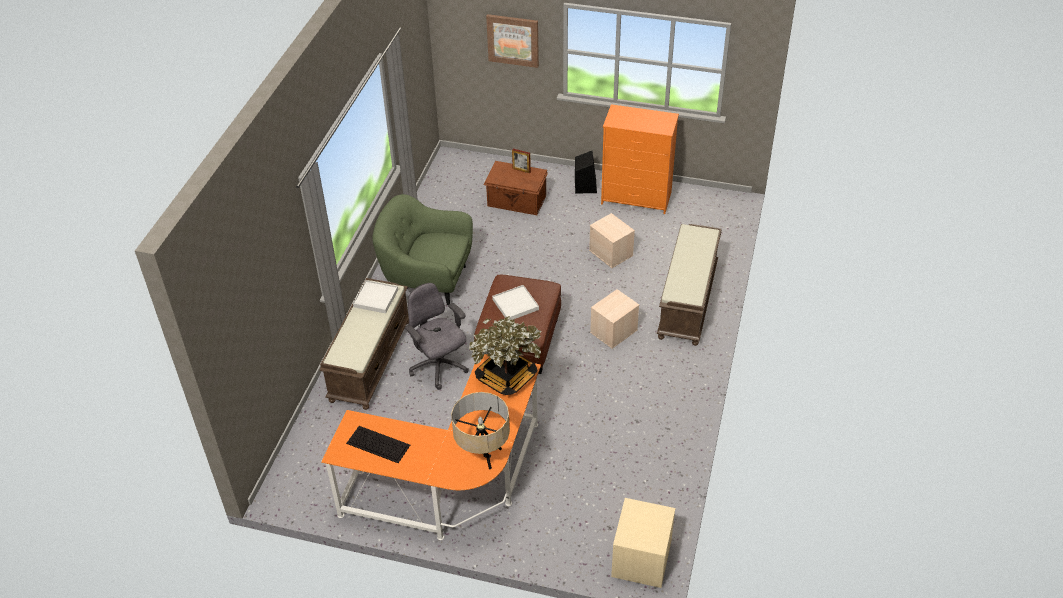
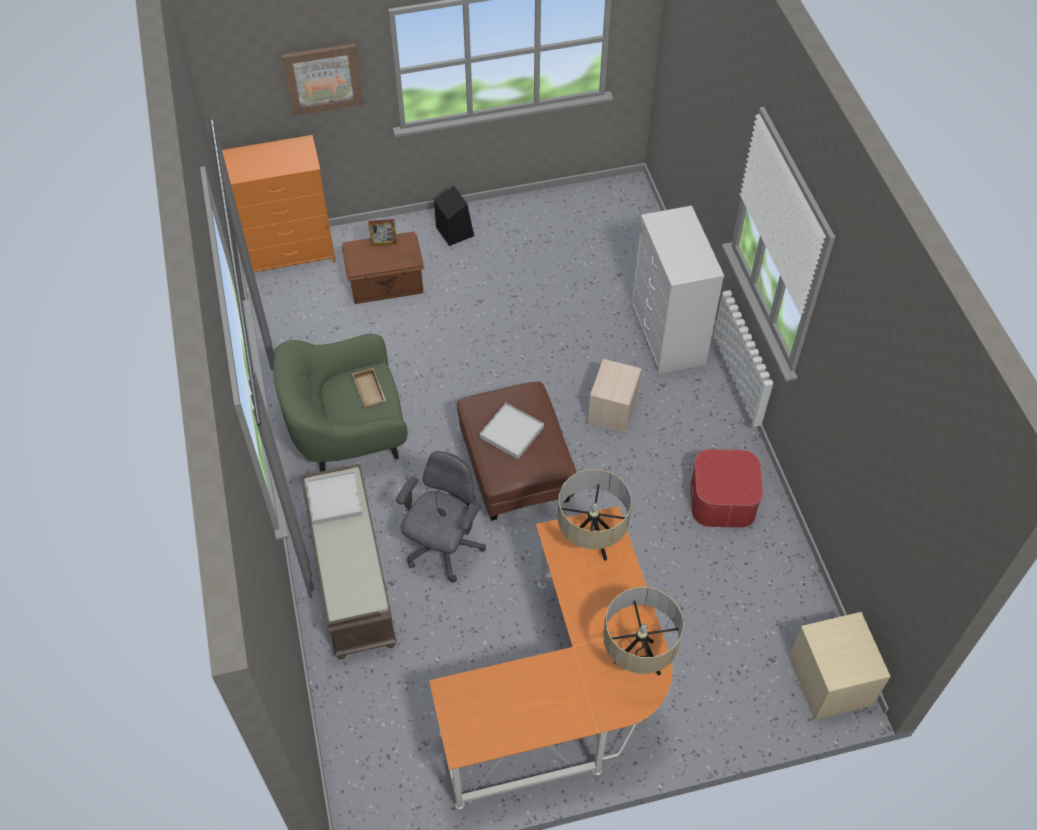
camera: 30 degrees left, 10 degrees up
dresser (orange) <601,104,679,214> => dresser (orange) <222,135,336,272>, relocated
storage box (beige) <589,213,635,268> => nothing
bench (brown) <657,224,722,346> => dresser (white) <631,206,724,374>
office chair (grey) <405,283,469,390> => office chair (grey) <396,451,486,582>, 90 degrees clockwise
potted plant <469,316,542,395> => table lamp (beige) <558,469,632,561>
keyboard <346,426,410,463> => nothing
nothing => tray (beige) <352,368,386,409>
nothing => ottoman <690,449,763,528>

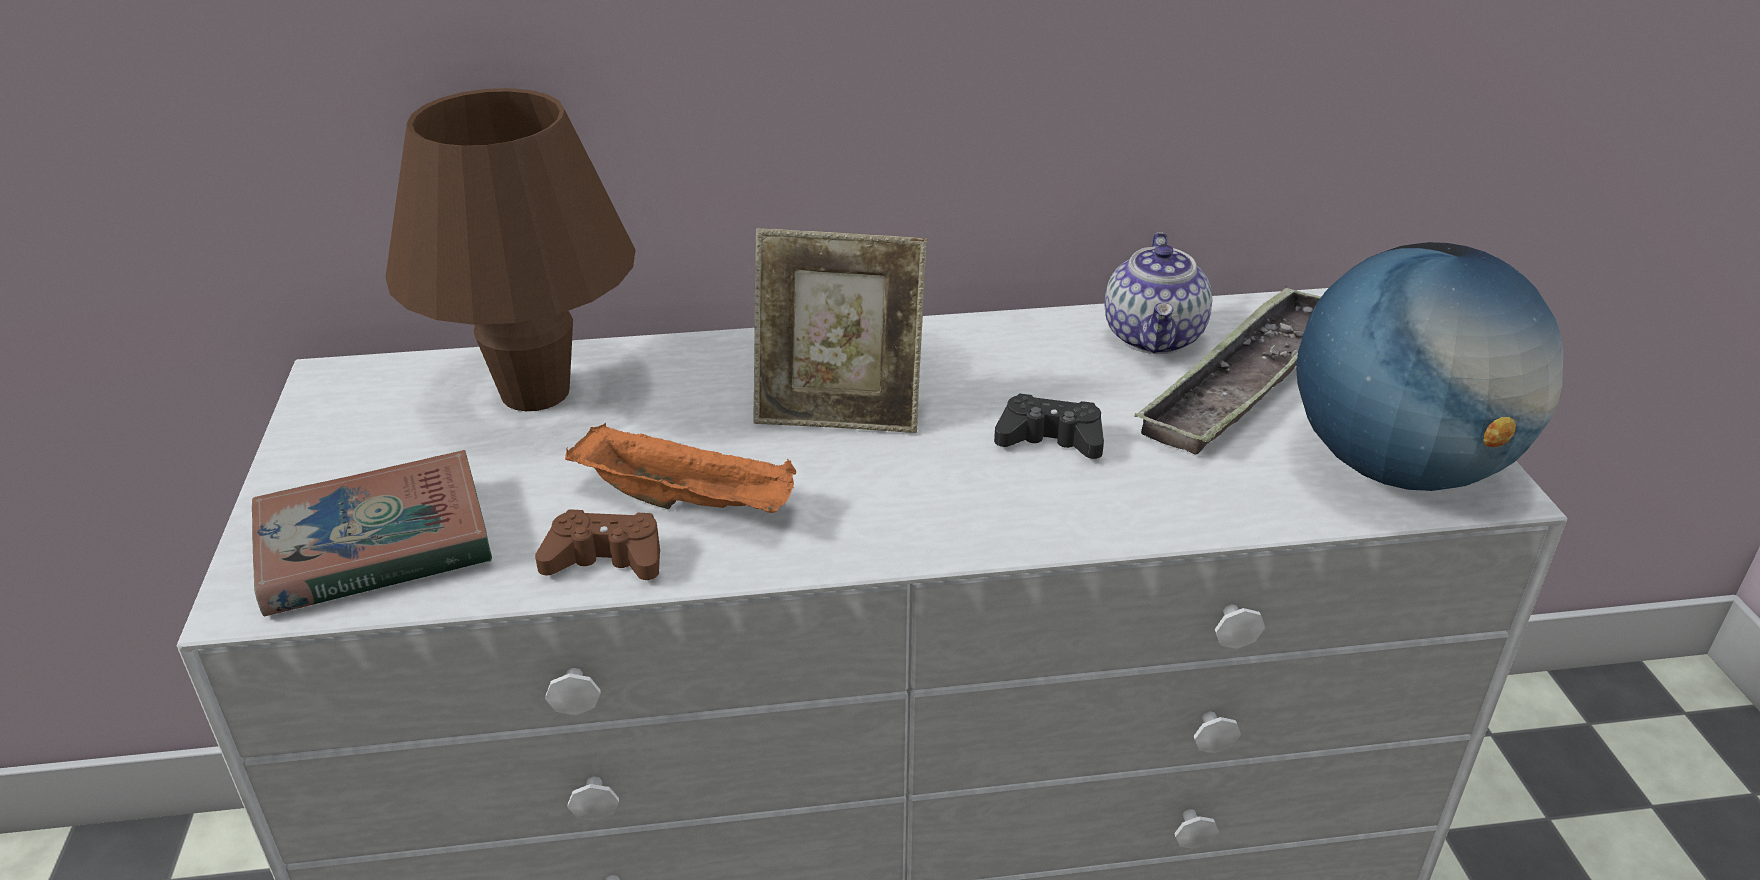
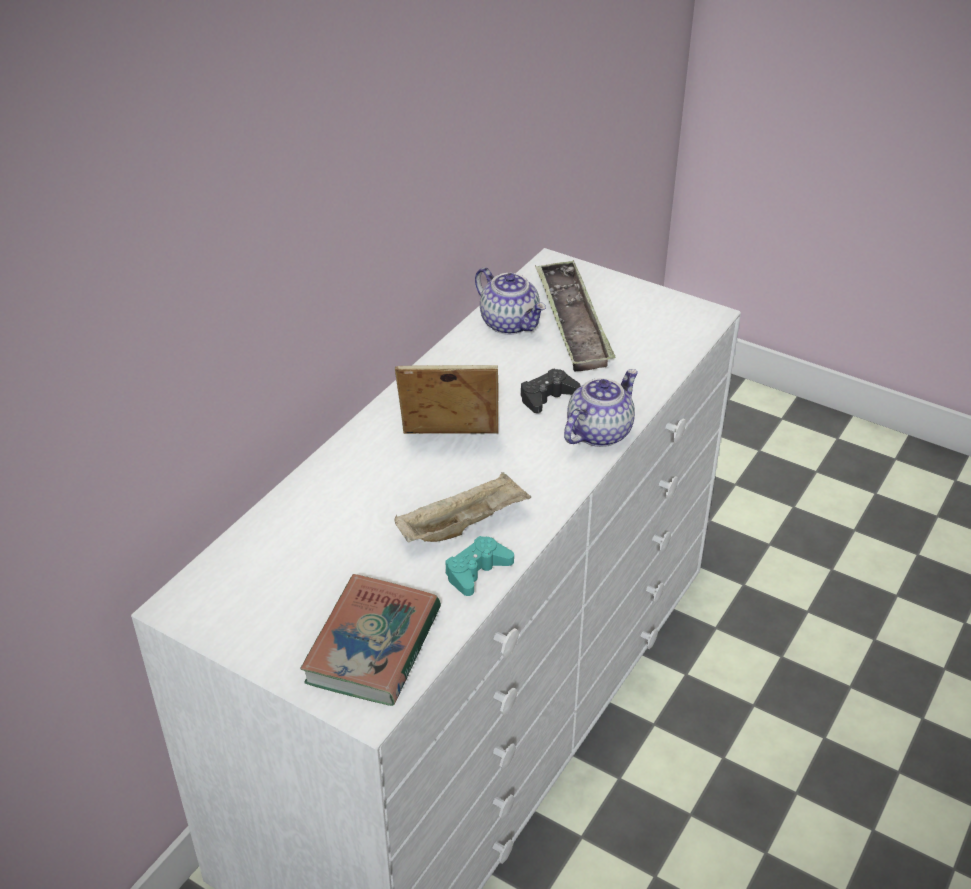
camera: 50 degrees left, 5 degrees up
table lamp (brown) <386,88,636,411> => nothing
picture frame <754,228,927,433> => picture frame <395,365,499,434>, 135 degrees counterclockwise
globe <1296,242,1563,491> => nothing
tray (orange) <565,423,796,513> => tray (beige) <394,472,531,542>
game controller (brown) <535,509,660,580> => game controller (turquoise) <445,536,514,596>
nothing => teapot <564,369,638,447>

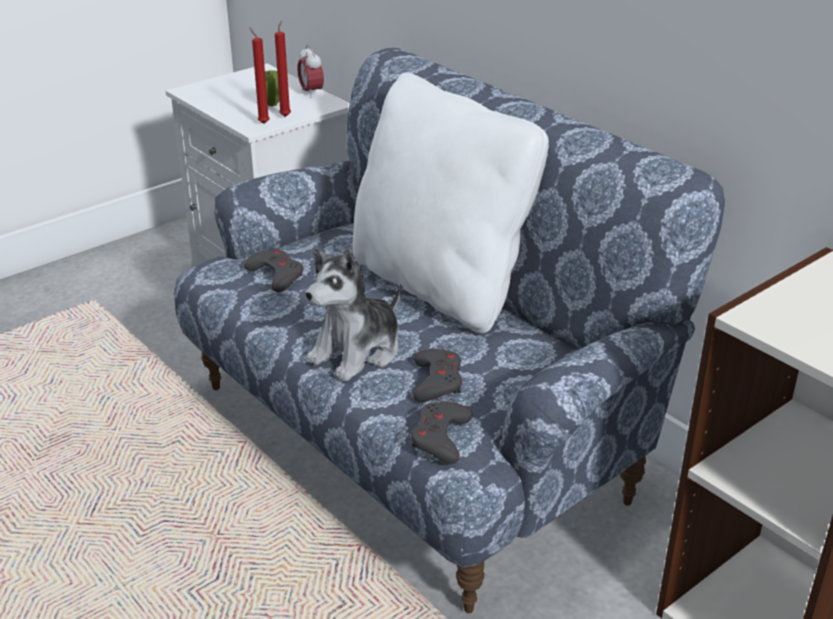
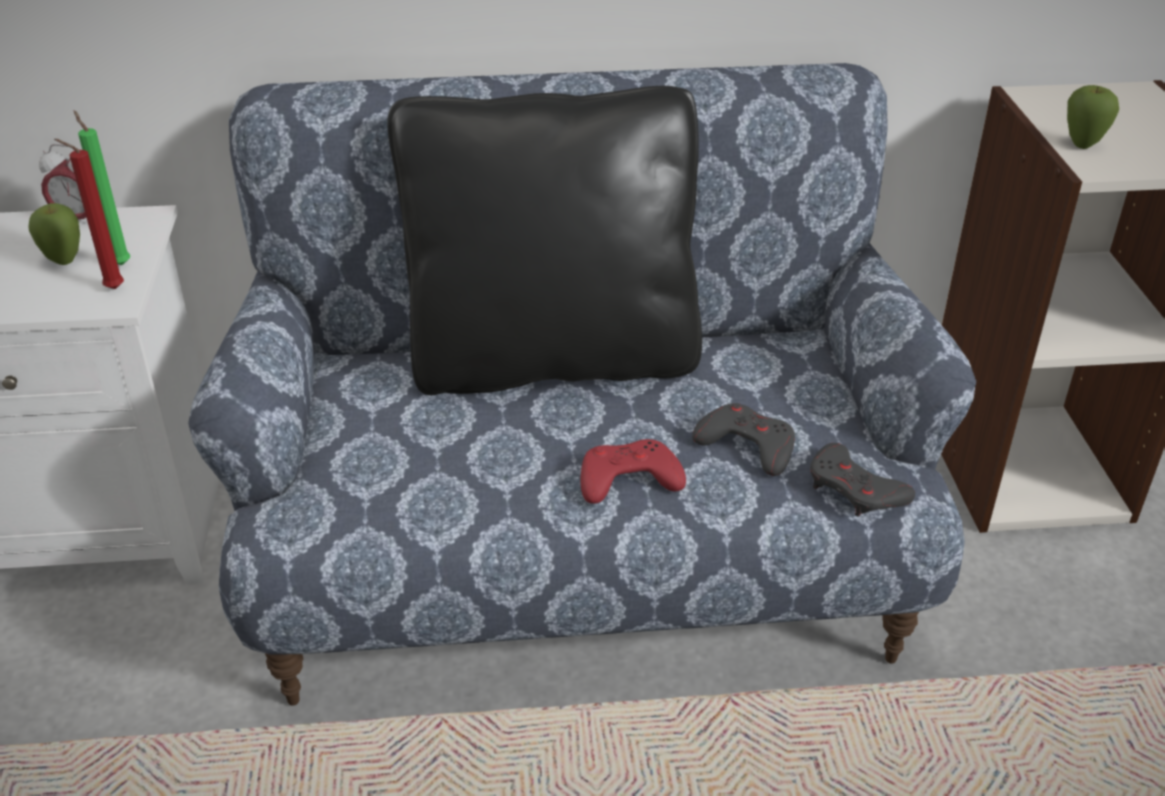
camera: 55 degrees left, 5 degrees up
candle (red) <275,20,291,117> => candle (green) <74,110,131,265>
pillow (white) <353,72,549,333> => pillow (black) <387,86,702,395>
game controller (grey) <244,248,303,292> => nothing
plush toy <305,248,401,381> => game controller (red) <581,439,686,504>
nothing => apple <1067,85,1119,149>

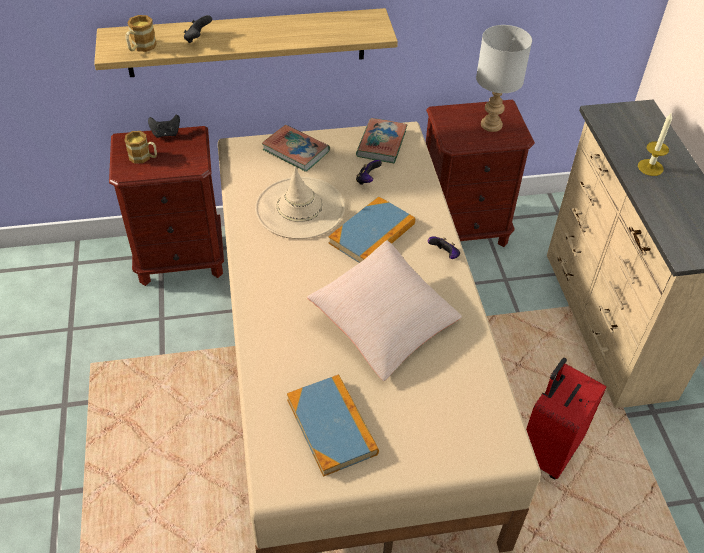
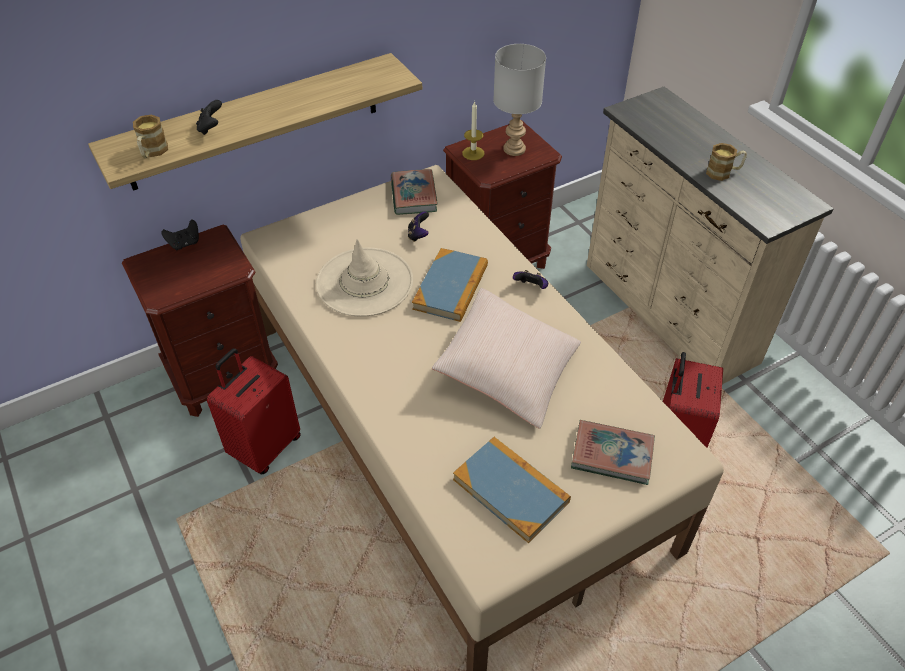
camera: 20 degrees left, 0 degrees up
candle <638,112,672,176> => candle <462,101,485,160>, relocated
book <262,125,330,172> => book <571,420,655,485>, relocated
mug <124,131,157,164> => mug <706,143,747,181>, relocated
nothing => suitcase (red) <207,348,301,474>

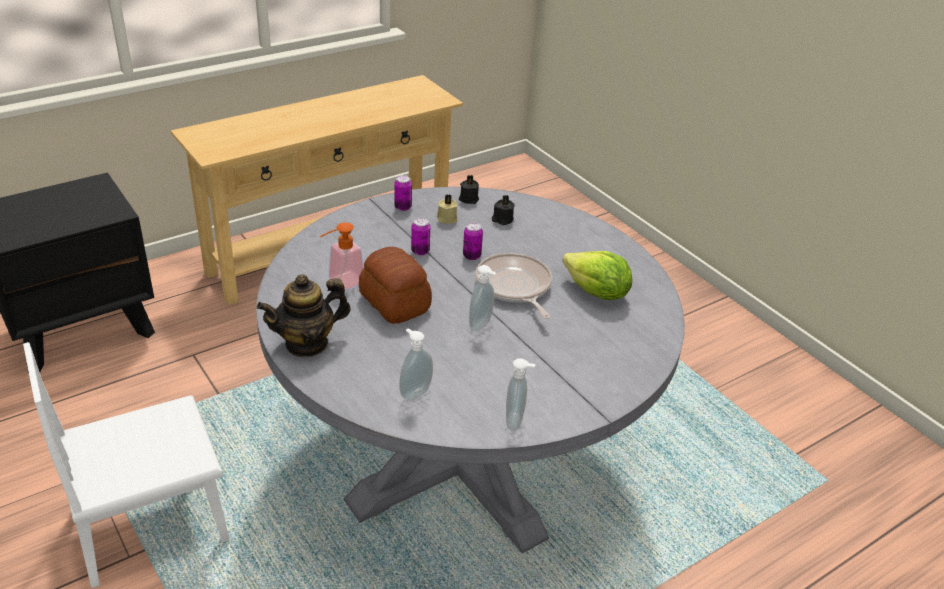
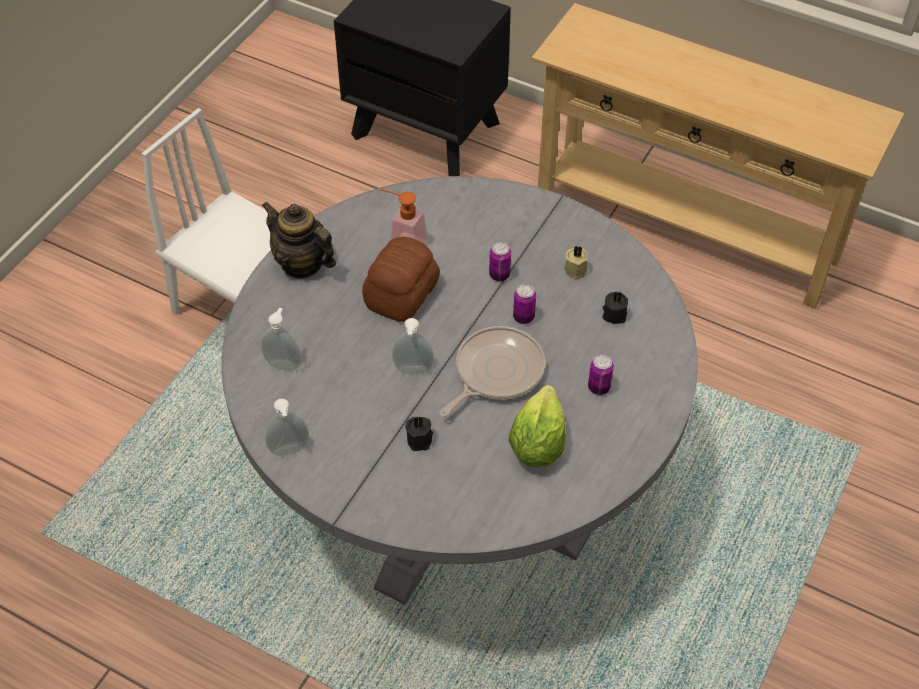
camera: 65 degrees right, 15 degrees up
can <394,175,412,211> => can <588,354,614,395>, relocated
candle (black) <459,175,479,204> => candle (black) <405,416,433,451>, relocated

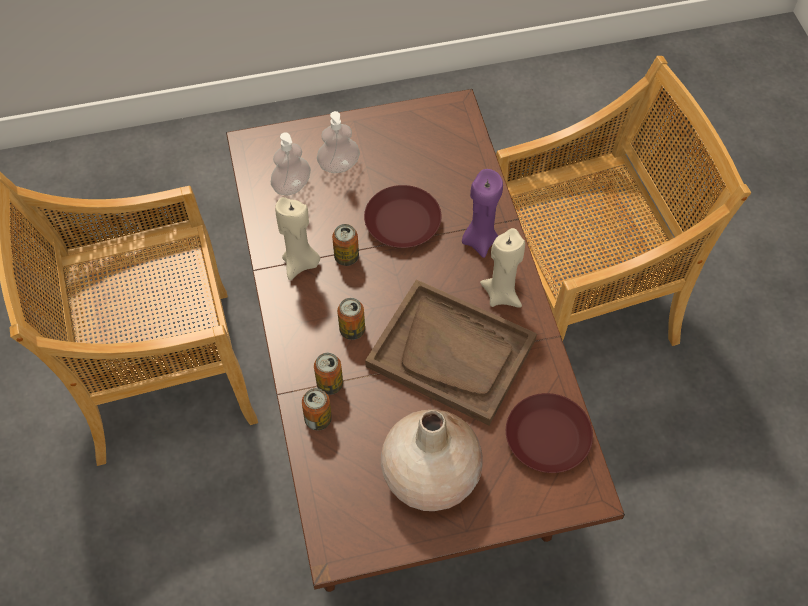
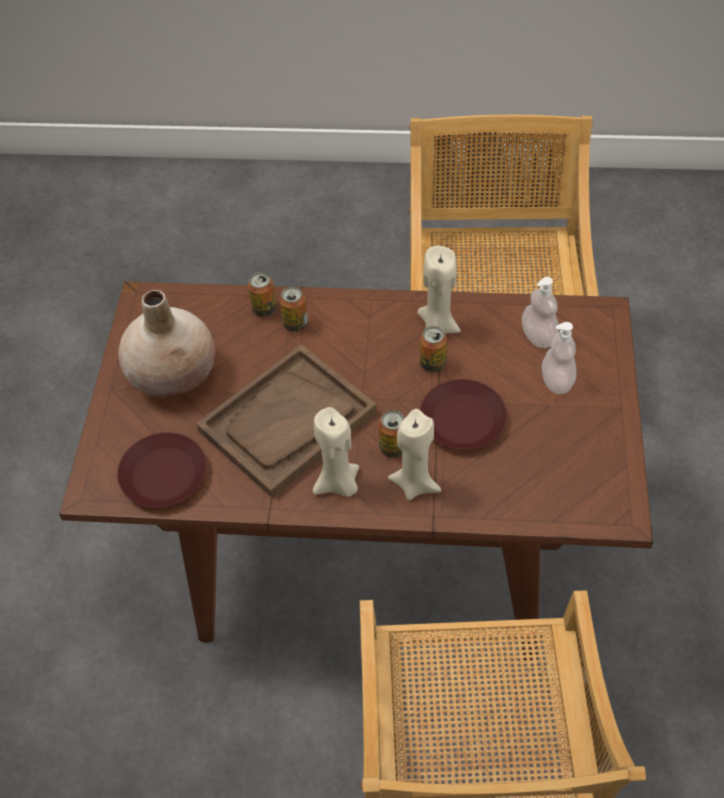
camera: 110 degrees right, 5 degrees down
candle (purple) <462,169,503,258> => candle (beige) <388,409,442,501>
can <337,298,365,340> => can <379,411,405,457>, relocated

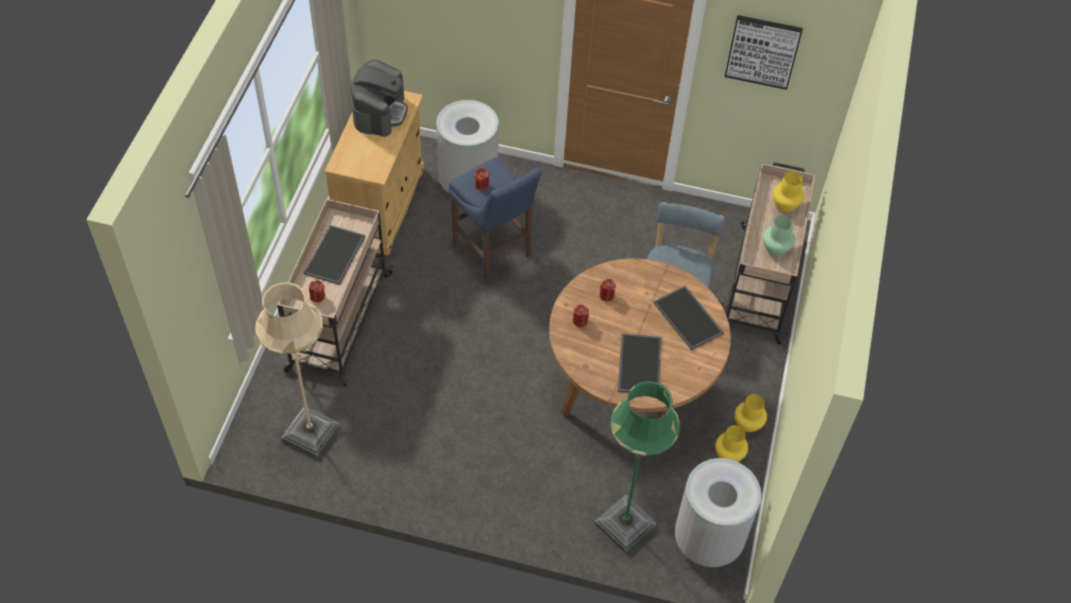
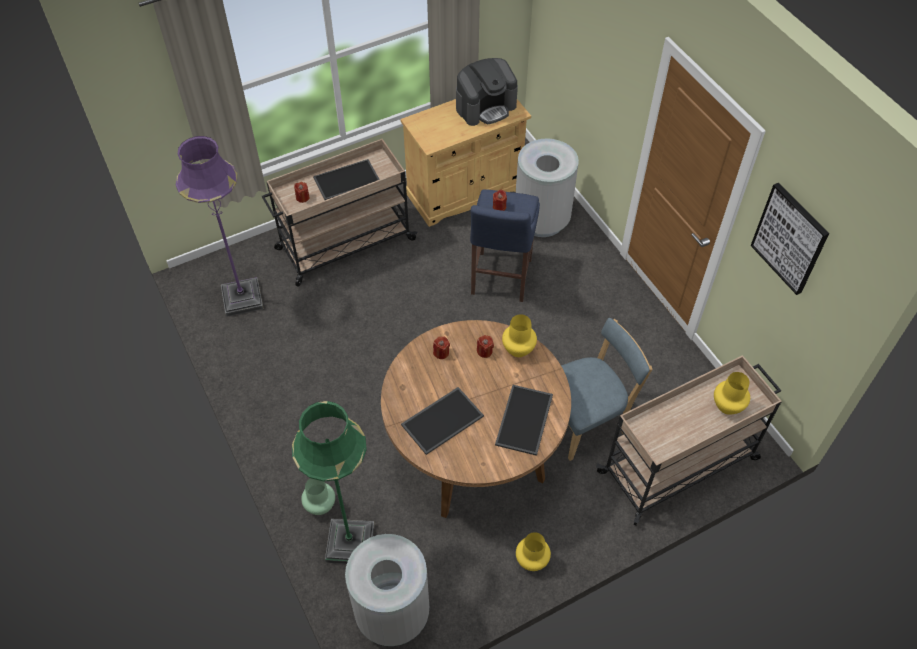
camera: 50 degrees right, 0 degrees up
vase (green) <763,215,795,256> => vase (green) <301,478,335,515>, relocated
floor lamp (beige) <256,282,340,459> => floor lamp (purple) <176,136,264,317>
vase (yellow) <715,425,748,462> => vase (yellow) <502,314,537,357>, relocated

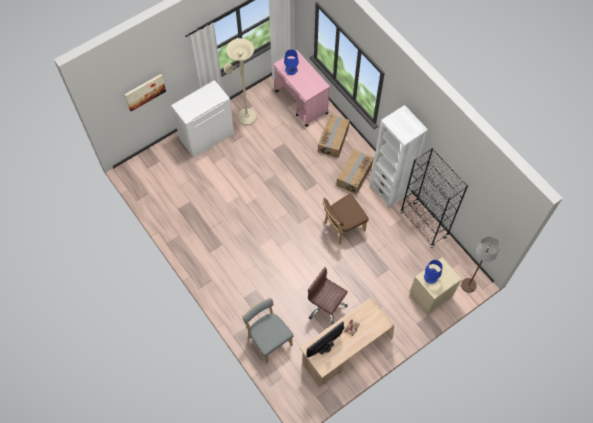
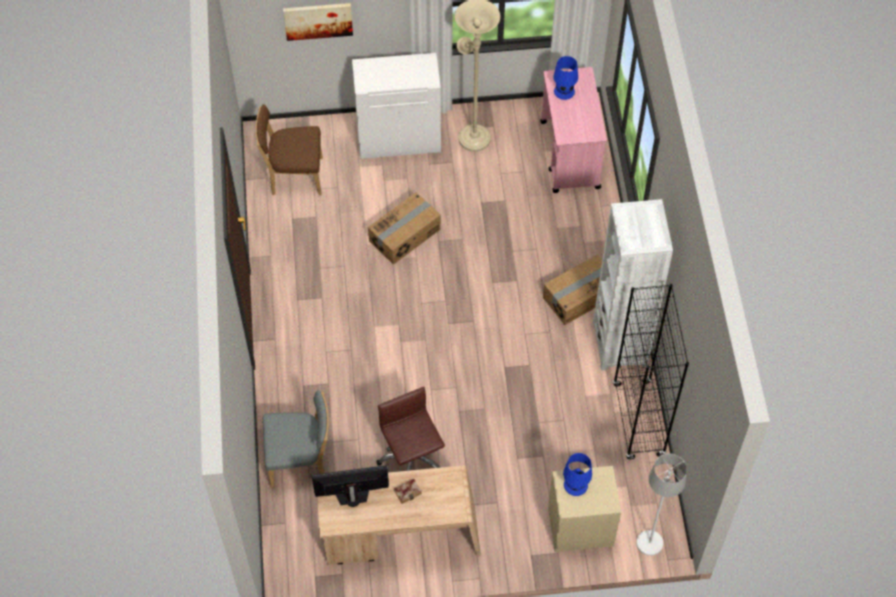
camera: 30 degrees right, 5 degrees down
cardboard box <318,115,350,158> => cardboard box <368,192,441,265>, relocated
chair (brown) <322,194,369,245> => chair (brown) <255,104,323,195>, relocated
floor lamp (brown) <461,237,500,293> => floor lamp (white) <636,453,687,556>
chair (grey) <242,298,294,364> => chair (grey) <262,390,329,488>, 90 degrees clockwise

